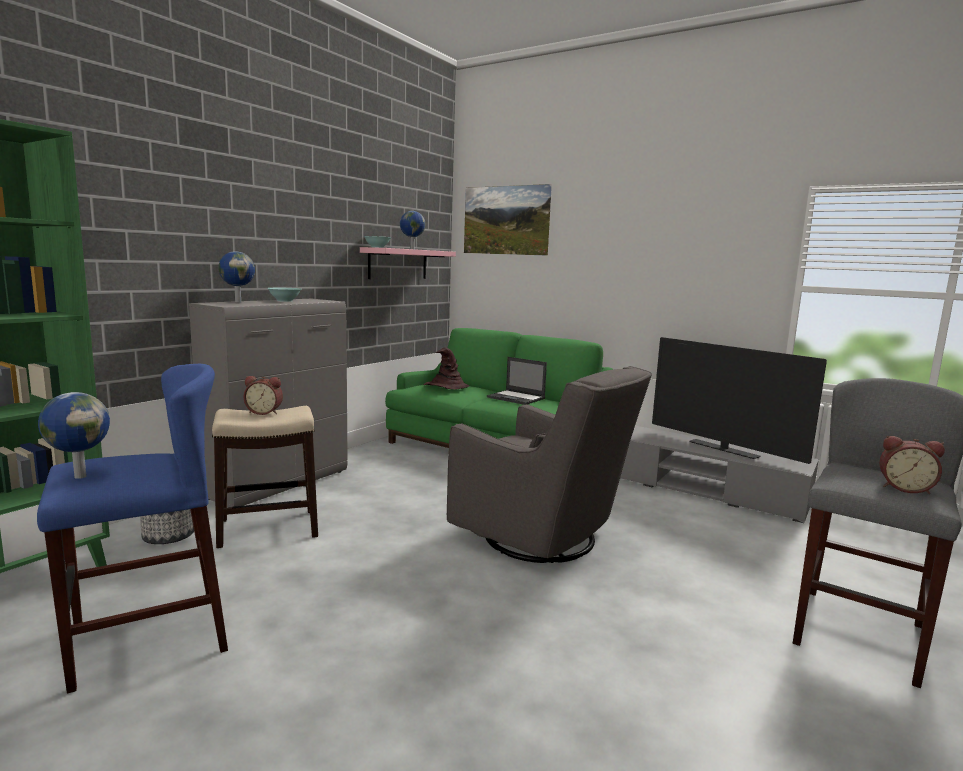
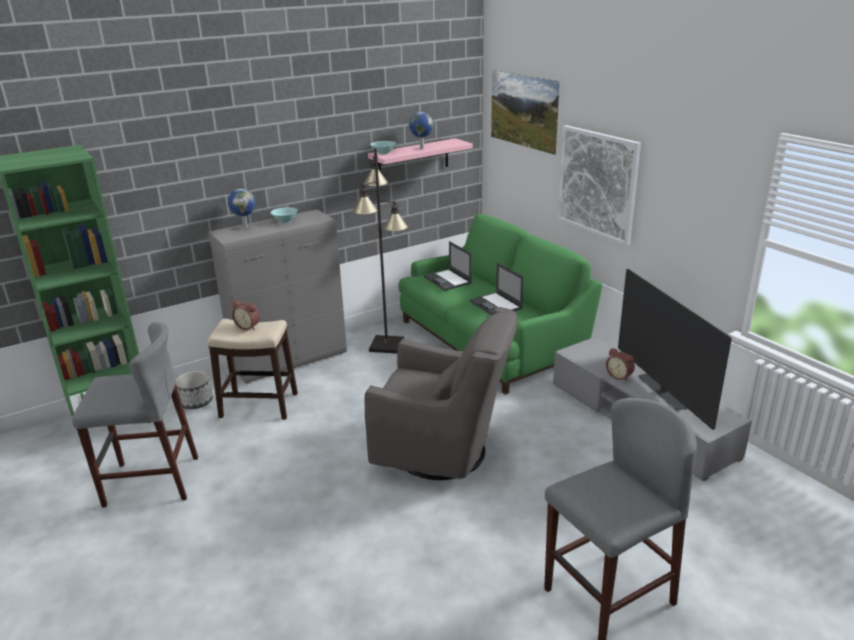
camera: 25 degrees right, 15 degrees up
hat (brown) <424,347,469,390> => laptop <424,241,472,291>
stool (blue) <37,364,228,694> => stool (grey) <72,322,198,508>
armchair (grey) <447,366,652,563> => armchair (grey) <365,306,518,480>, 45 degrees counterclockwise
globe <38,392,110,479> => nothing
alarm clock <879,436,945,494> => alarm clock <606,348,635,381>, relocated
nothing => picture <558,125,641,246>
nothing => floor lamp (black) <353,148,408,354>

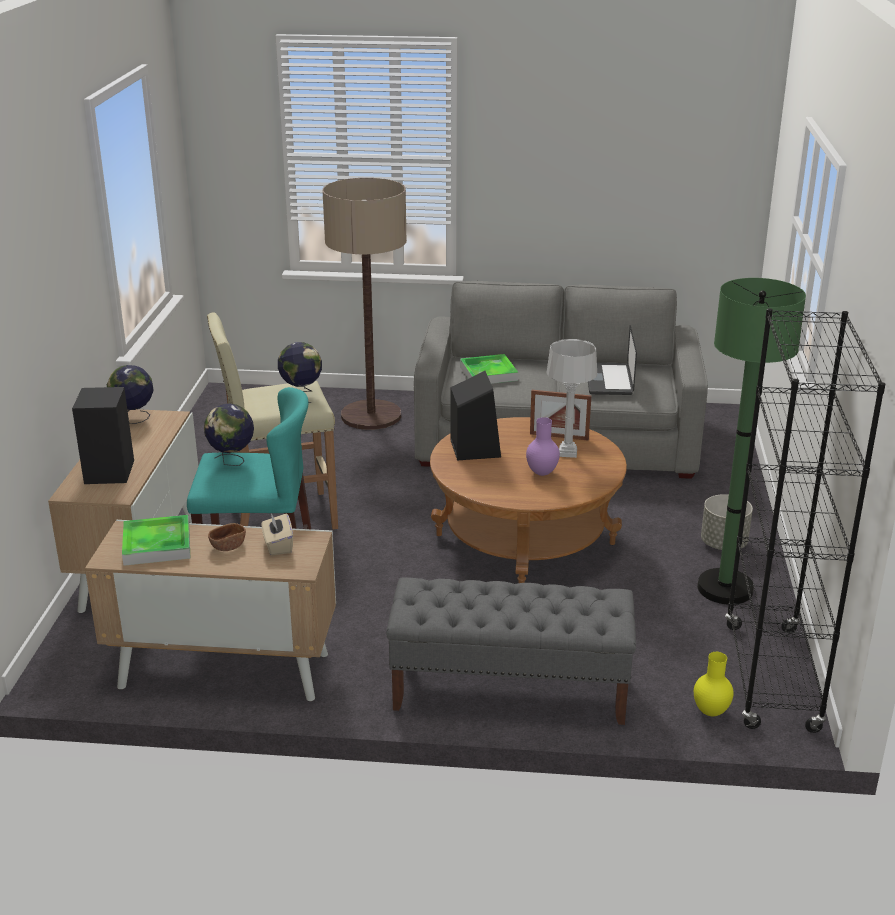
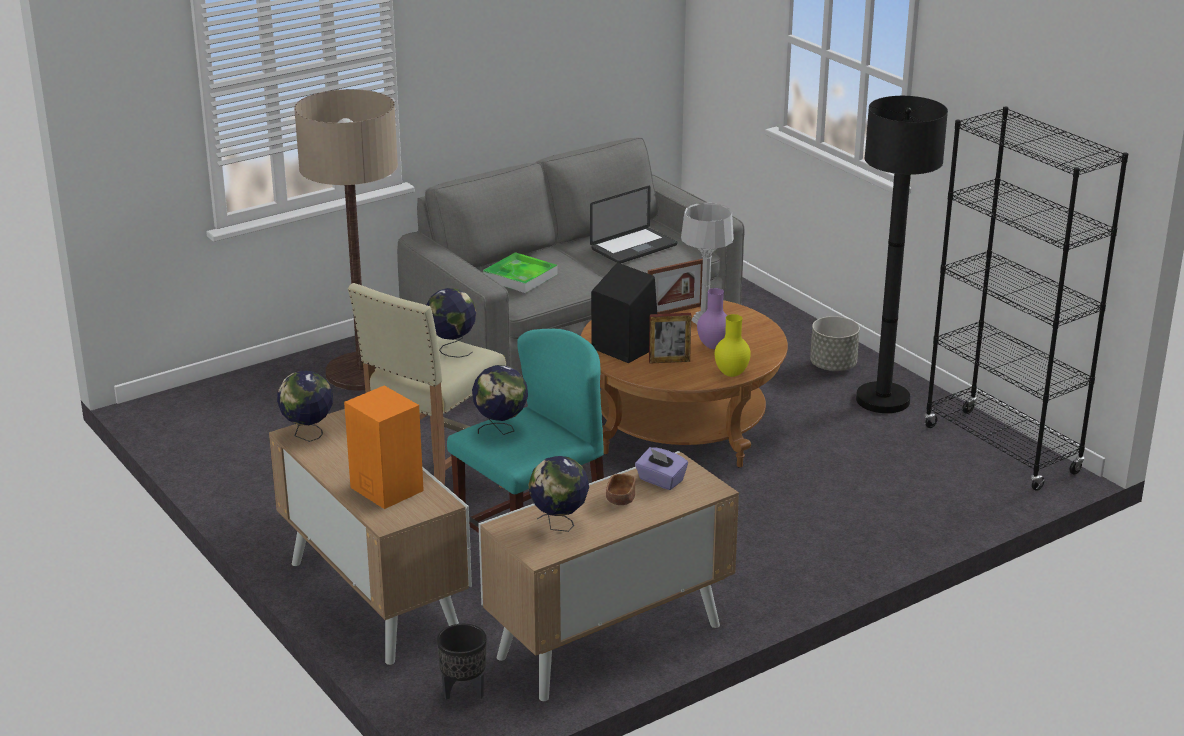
camera: 40 degrees left, 0 degrees up
floor lamp (green) <697,278,806,604> => floor lamp (black) <856,96,948,413>
laptop <588,325,637,395> => laptop <590,186,677,264>, 90 degrees counterclockwise
speaker (black) <72,387,134,484> => speaker (orange) <344,386,424,509>
tissue box (beige) <262,513,293,555> => tissue box (purple) <635,447,688,490>
tray <122,515,191,566> => globe <529,456,589,532>
bench (grey) <386,577,636,725> => nothing
vase (yellow) <694,652,734,716> => vase (yellow) <715,314,751,377>, relocated
nothing => picture frame <649,313,691,364>
nothing => planter (black) <437,624,486,700>

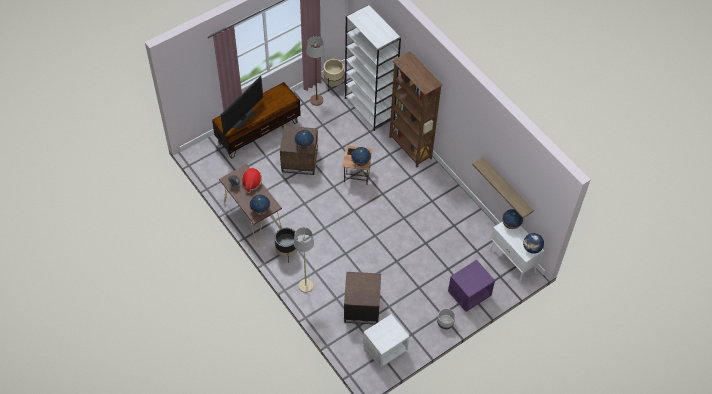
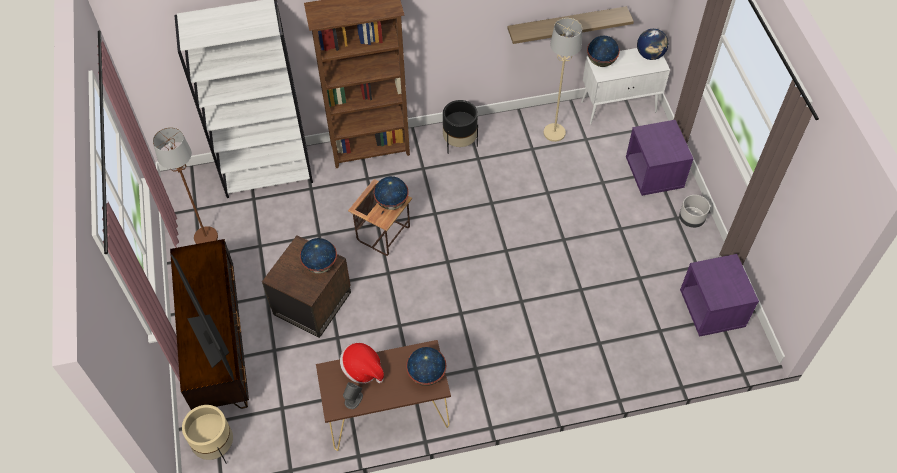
camera: 65 degrees left, 0 degrees up
planter (beige) <324,59,345,91> => planter (beige) <182,405,233,464>, relocated
floor lamp (beige) <294,227,314,293> => floor lamp (beige) <544,18,582,142>, relocated
planter (black) <275,228,298,263> => planter (black) <443,100,478,154>, relocated
side table (brown) <344,272,381,324> => nothing
nightstand (white) <363,314,409,368> => nightstand (purple) <680,254,759,337>

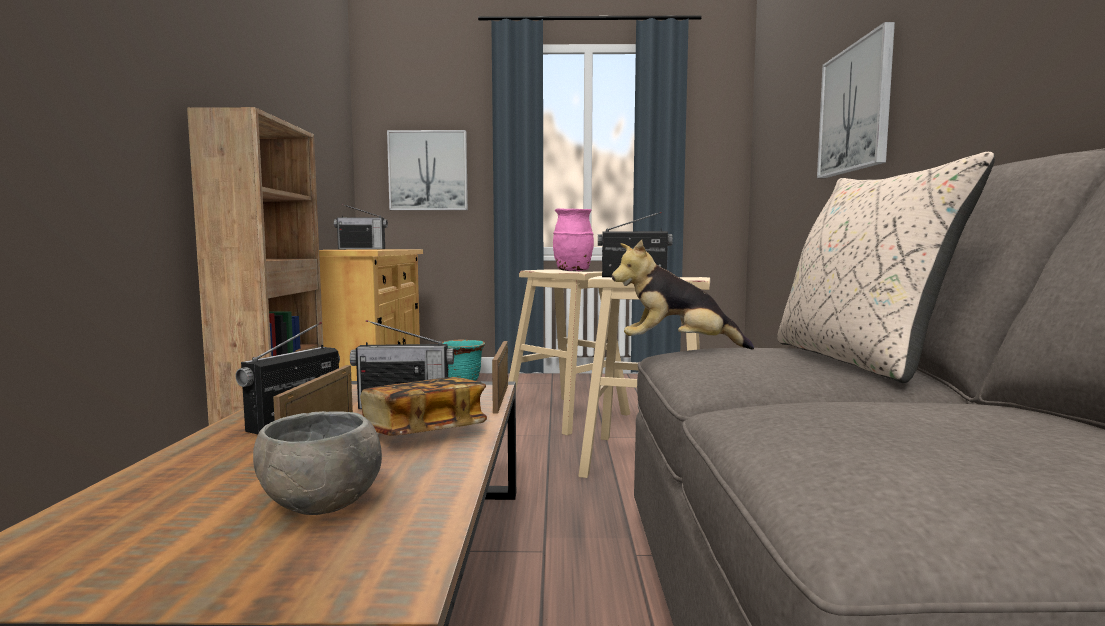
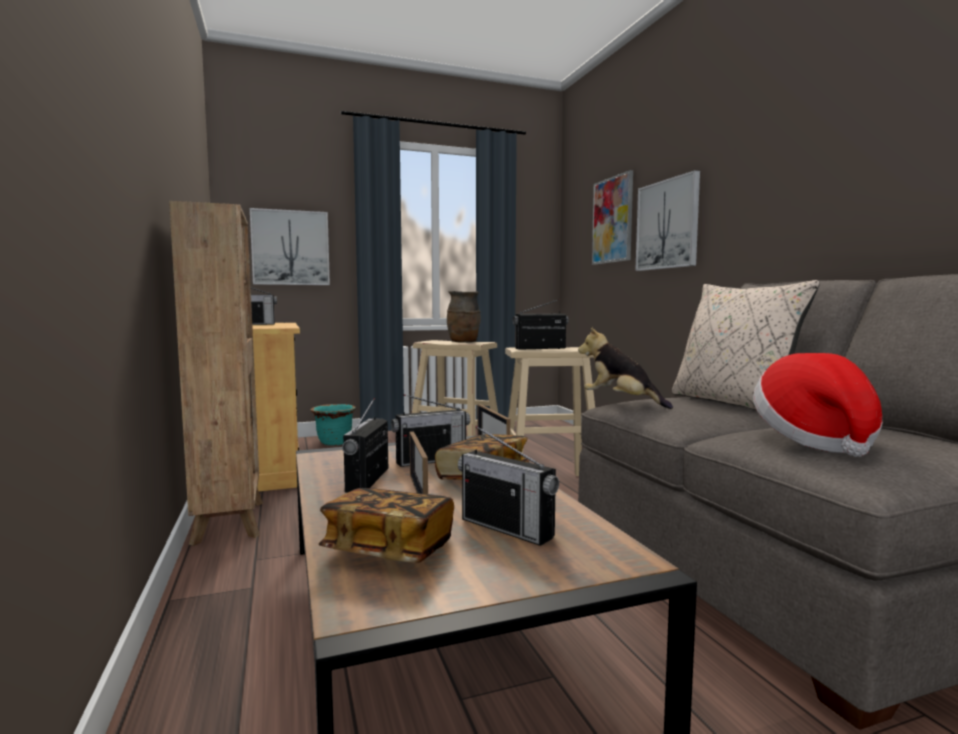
camera: 20 degrees left, 0 degrees up
vase (pink) <553,208,594,271> => vase (brown) <447,291,481,343>
plush toy <612,240,754,350> => plush toy <578,326,673,409>, 60 degrees clockwise
bowl (grey) <253,411,382,515> => radio <458,426,559,546>
nothing => picture <592,170,633,265>
nothing => hat <753,353,883,457>
nothing => book <319,488,454,563>

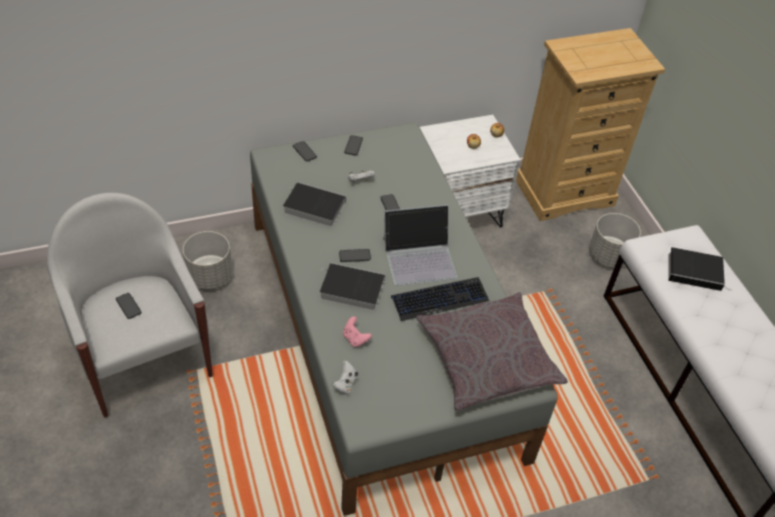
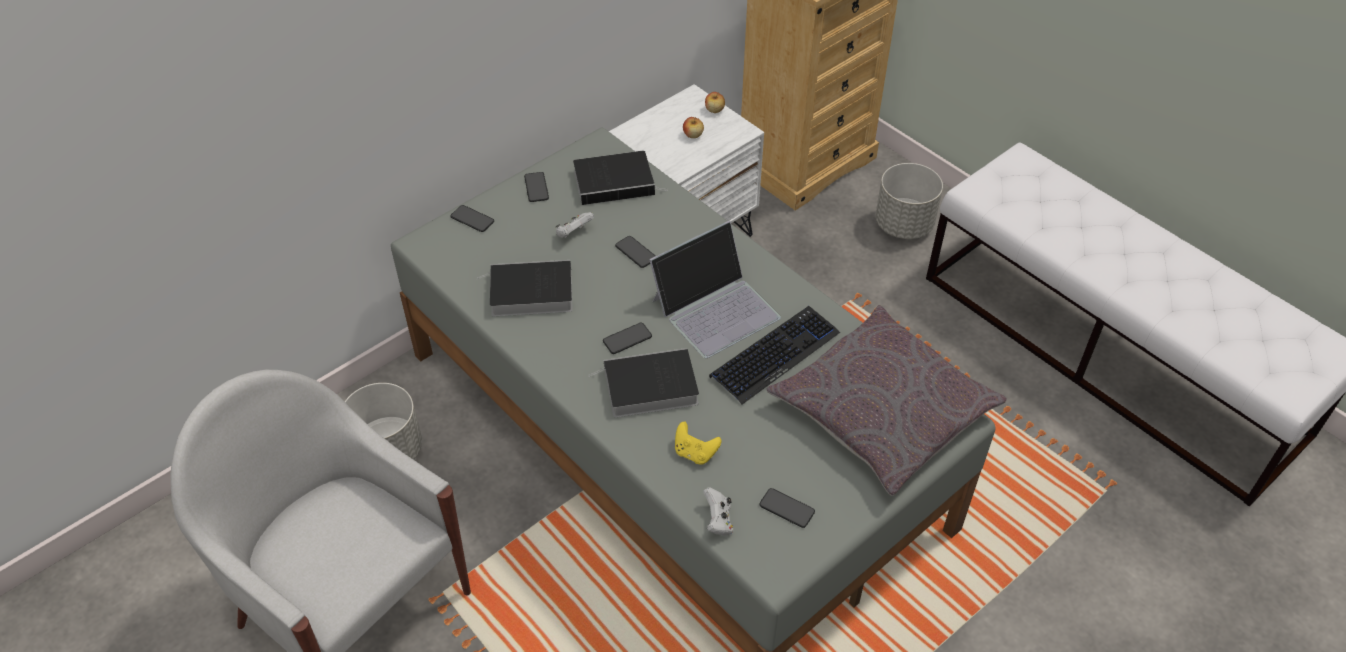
camera: 20 degrees left, 0 degrees up
book <668,247,731,291> => book <573,151,668,205>, relocated
phone <116,293,142,319> => phone <759,488,815,528>, relocated
game controller (pink) <343,316,372,347> => game controller (yellow) <675,422,722,465>

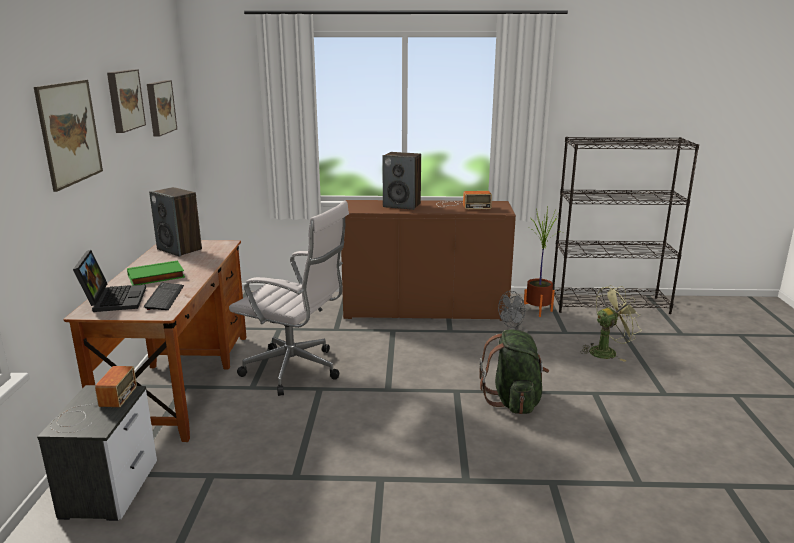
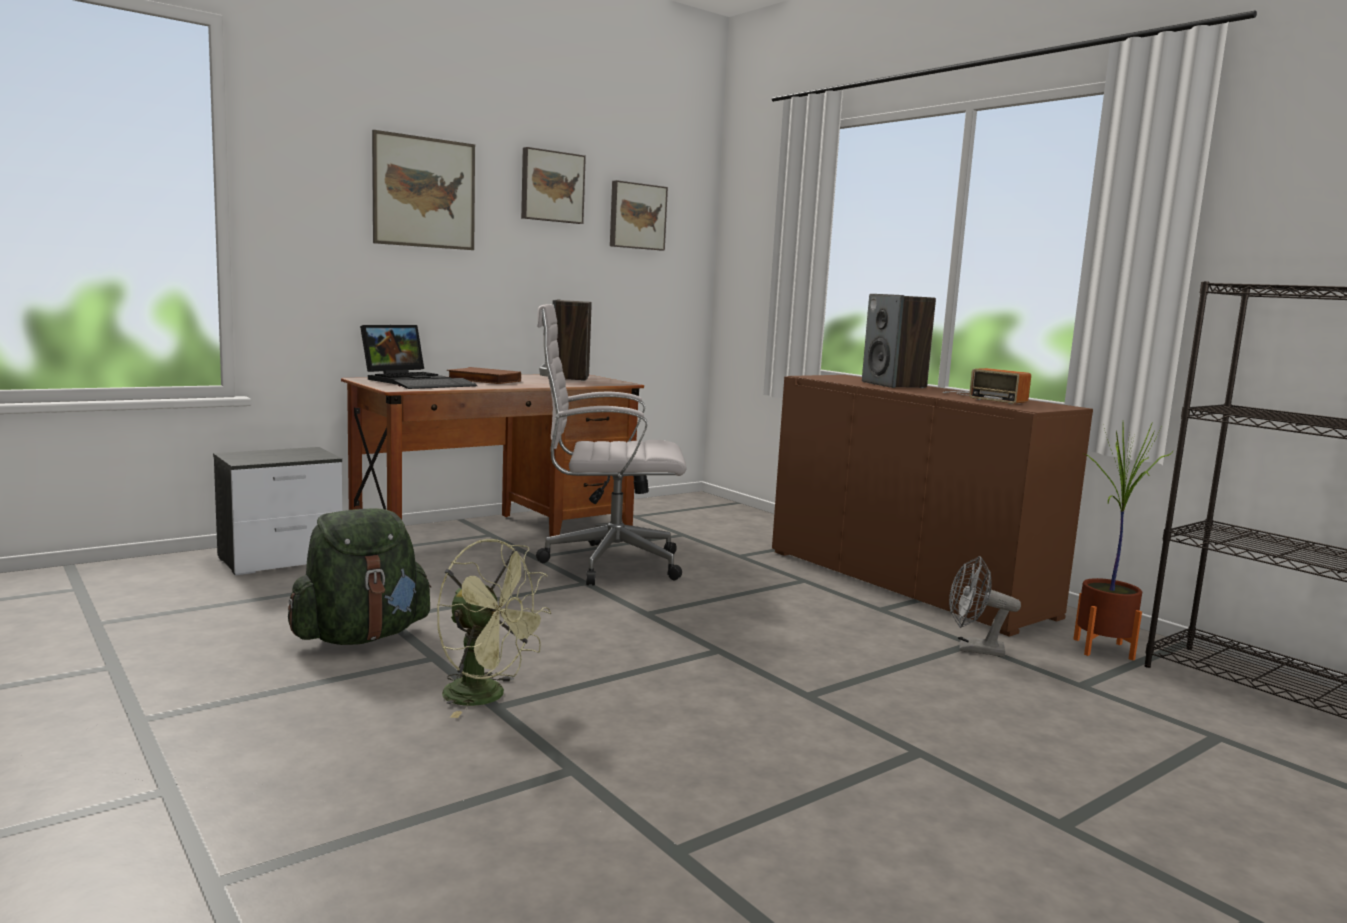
camera: 50 degrees right, 10 degrees down
office chair (white) <229,201,349,396> => office chair (white) <536,304,686,586>, 105 degrees clockwise
book (green) <127,260,185,285> => book (brown) <447,367,521,384>
fan (green) <580,285,642,362> => fan (green) <437,539,551,718>, relocated
backpack (green) <480,329,549,414> => backpack (green) <288,508,431,645>, relocated
radio <50,366,137,433> => nothing

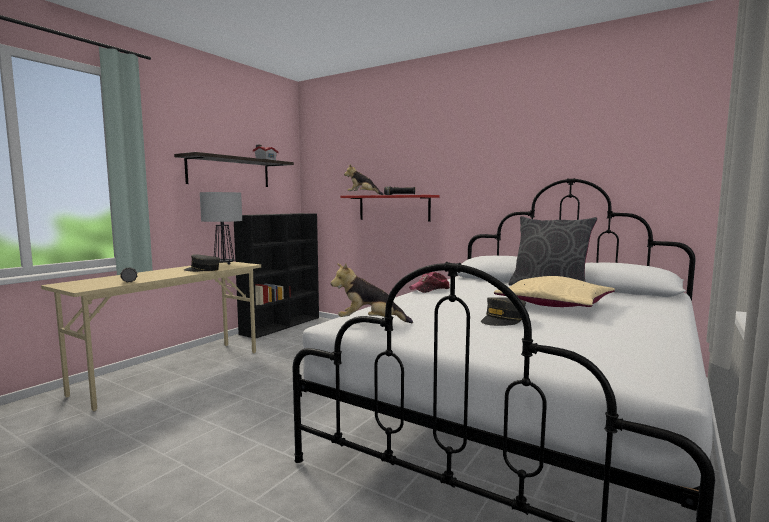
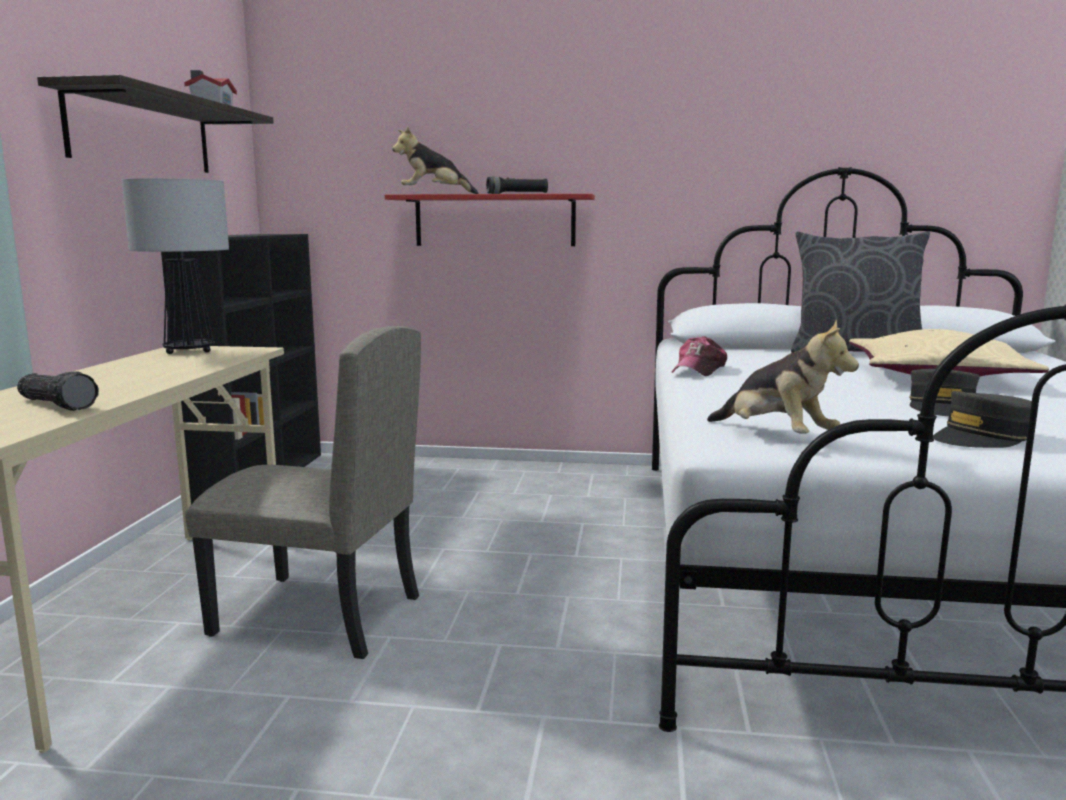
camera: 25 degrees left, 5 degrees up
cap (grey) <184,254,220,272> => cap (grey) <933,391,1032,448>, relocated
plush toy <331,263,413,323> => plush toy <707,320,859,434>, 105 degrees counterclockwise
nothing => chair (beige) <185,326,421,659>

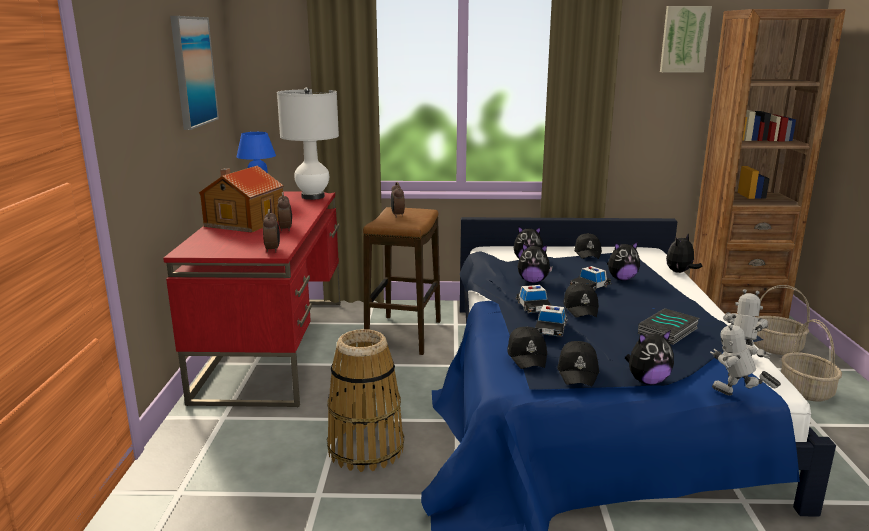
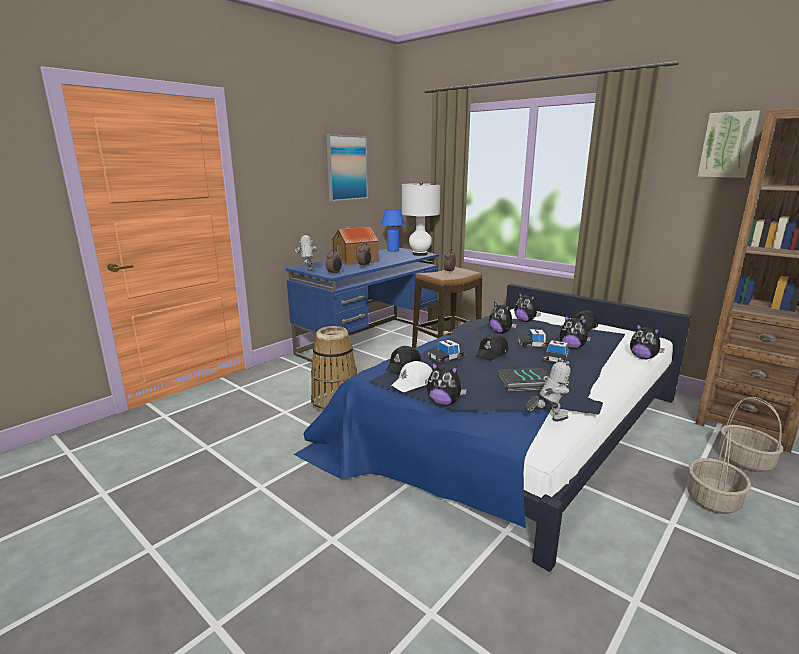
camera: 40 degrees right, 0 degrees up
desk (red) <163,191,341,407> => desk (blue) <286,248,439,368>
plush toy <666,234,703,273> => plush toy <630,323,665,359>, 135 degrees counterclockwise
toy car <515,285,552,313> => toy car <542,340,570,363>, relocated
toy robot <710,320,781,396> => toy robot <295,233,317,271>, relocated
cap (black) <557,341,599,386> => cap (white) <391,361,433,392>

